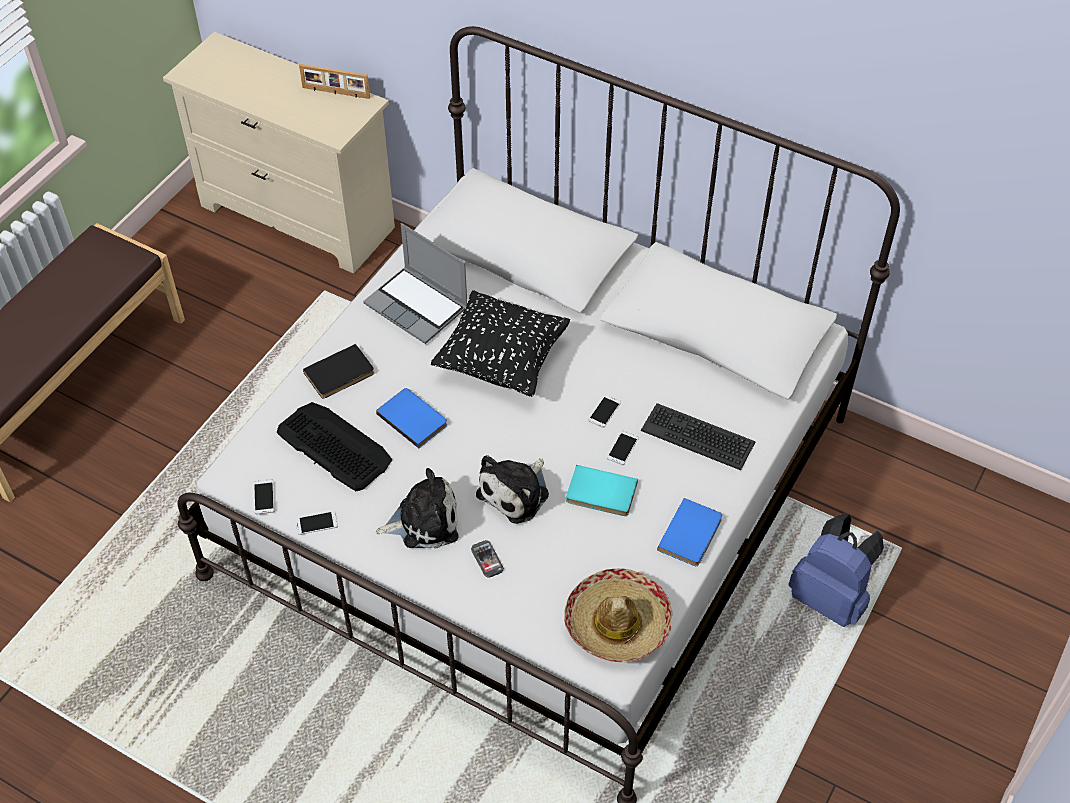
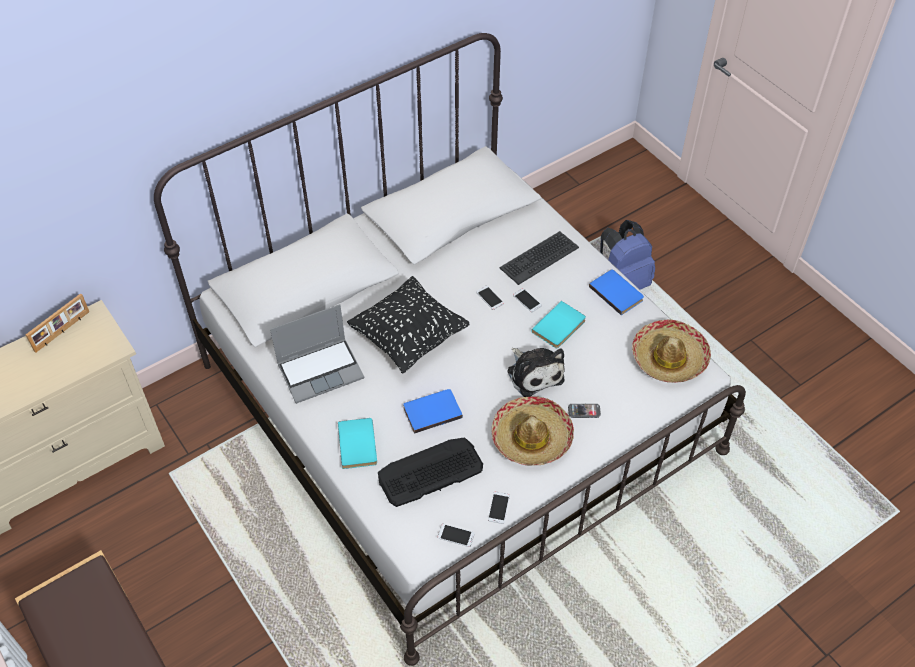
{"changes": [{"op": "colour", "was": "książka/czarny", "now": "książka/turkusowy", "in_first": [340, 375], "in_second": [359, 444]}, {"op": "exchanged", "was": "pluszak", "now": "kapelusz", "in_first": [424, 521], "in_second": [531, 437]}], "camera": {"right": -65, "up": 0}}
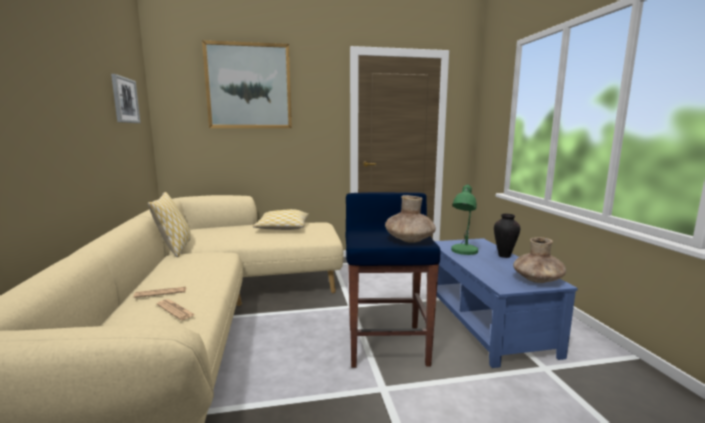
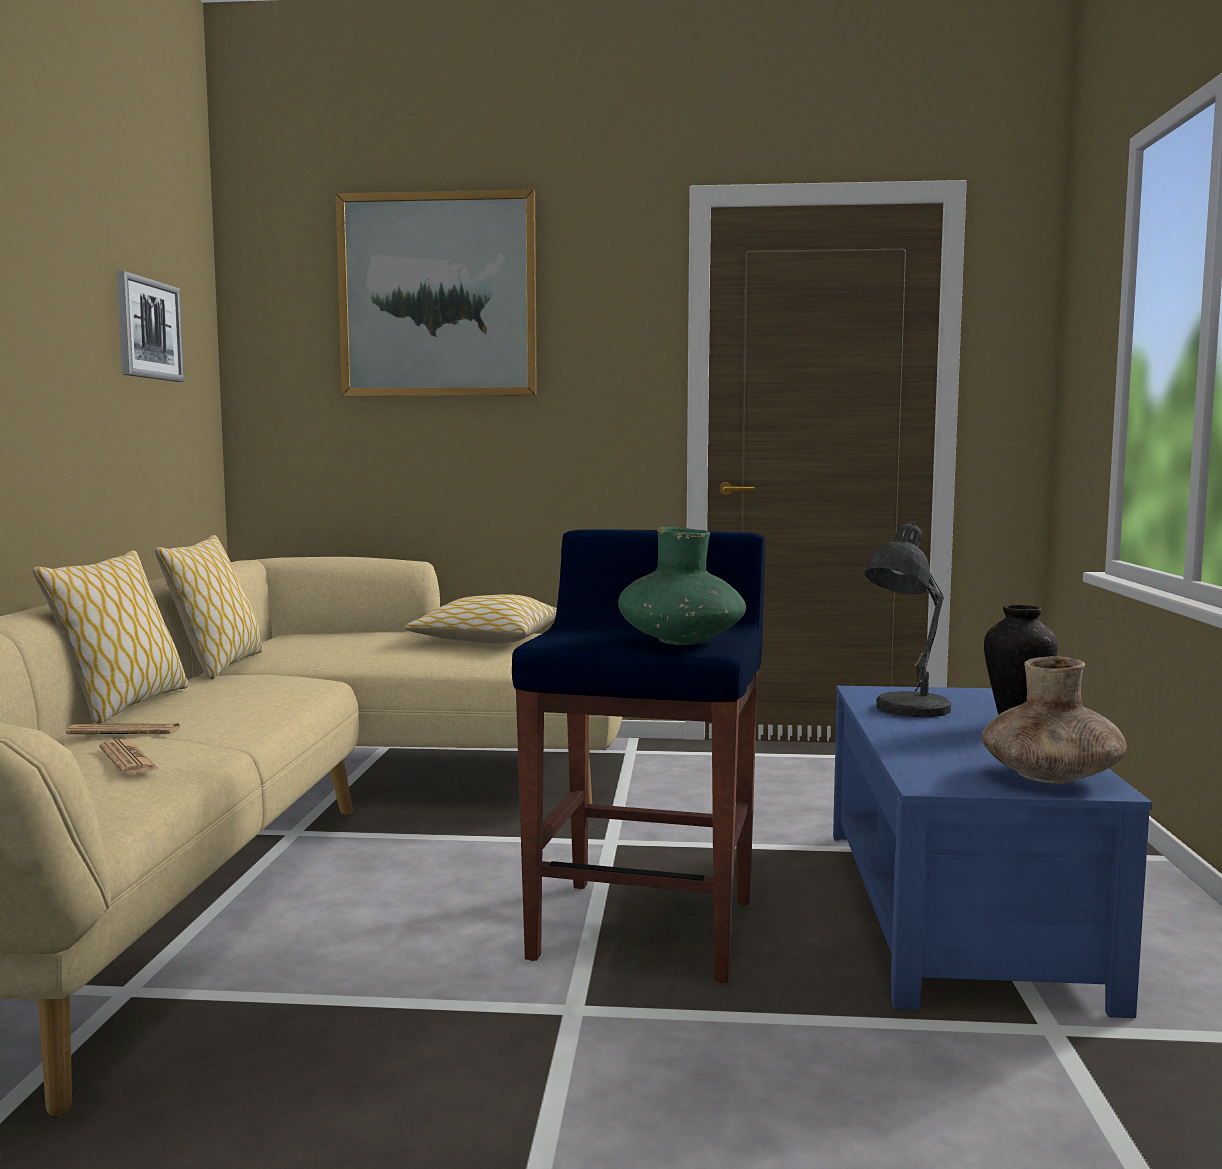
{"changes": [{"op": "appeared", "now": "poduszka", "in_second": [123, 705]}, {"op": "colour", "was": "wazon/brązowy", "now": "wazon/zielony", "in_first": [409, 240], "in_second": [681, 641]}, {"op": "colour", "was": "lampa stołowa/zielony", "now": "lampa stołowa/szary", "in_first": [463, 251], "in_second": [907, 710]}], "camera": {"right": 15, "up": -5}}
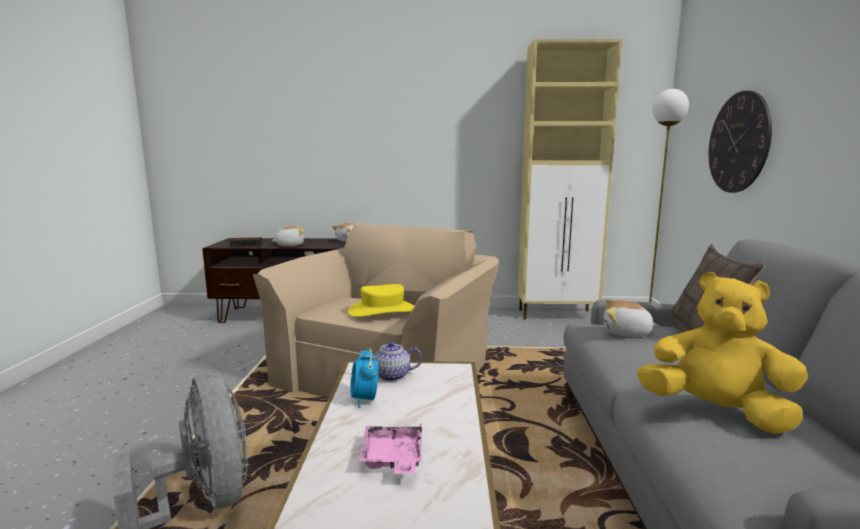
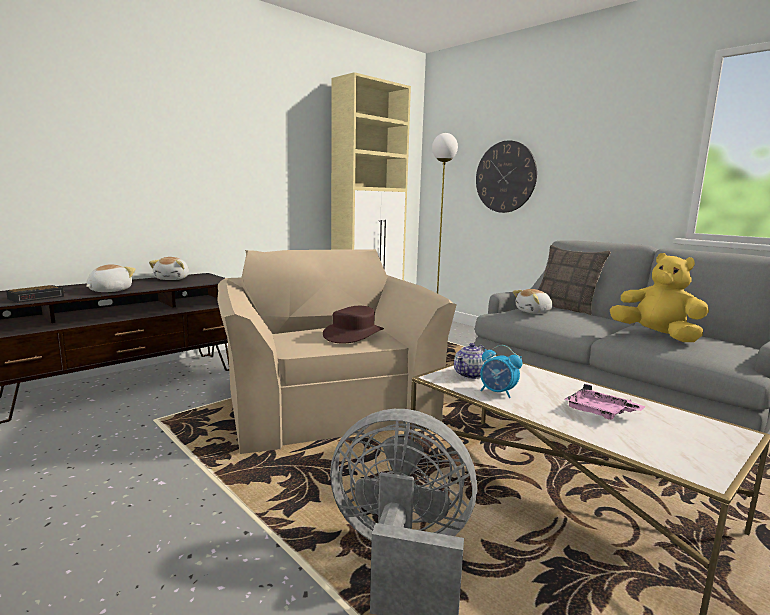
{"changes": [{"op": "colour", "was": "kapelusz/żółty", "now": "kapelusz/brązowy", "in_first": [382, 310], "in_second": [353, 334]}, {"op": "spun", "was": "pluszak/żółty", "in_first": [715, 412], "in_second": [656, 335], "clockwise": 60}], "camera": {"right": -45, "up": 0}}
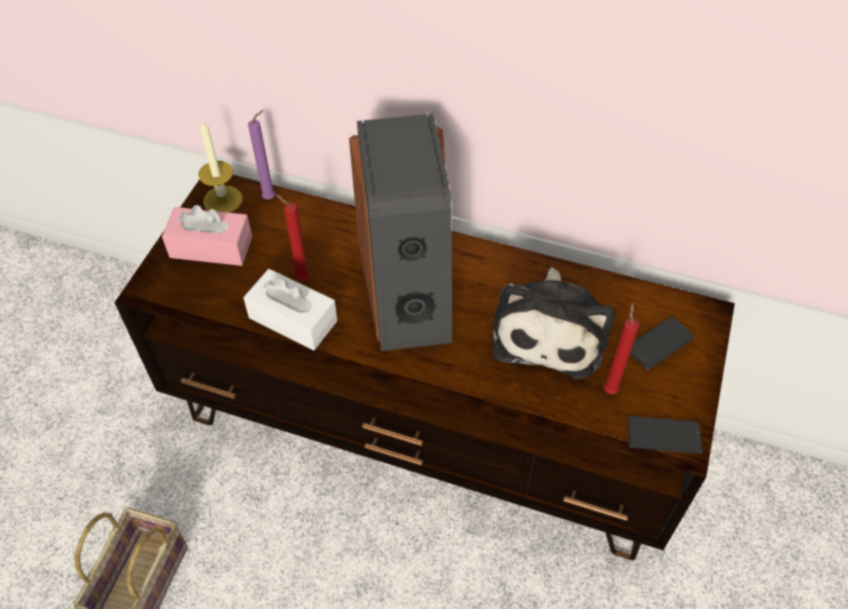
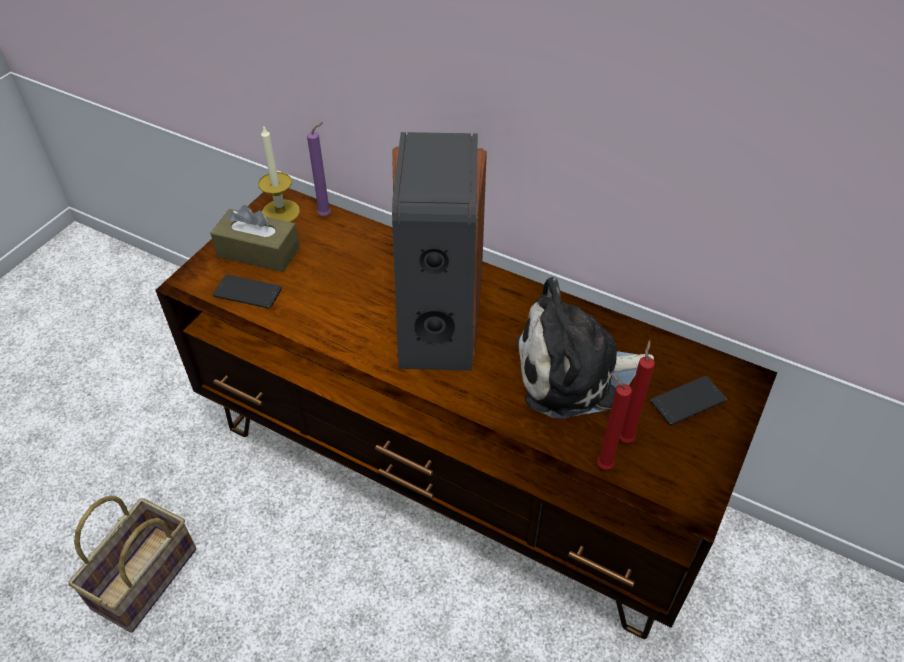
{"changes": [{"op": "colour", "was": "pudełko chusteczek/różowy", "now": "pudełko chusteczek/brązowy", "in_first": [211, 247], "in_second": [258, 252]}, {"op": "relocated", "was": "telefon", "in_first": [664, 435], "in_second": [247, 292]}, {"op": "spun", "was": "pluszak", "in_first": [550, 330], "in_second": [575, 373], "clockwise": 60}, {"op": "relocated", "was": "świeca/czerwony", "in_first": [300, 278], "in_second": [602, 464]}, {"op": "missing", "was": "pudełko chusteczek/biały", "in_first": [293, 319]}], "camera": {"right": 10, "up": -5}}
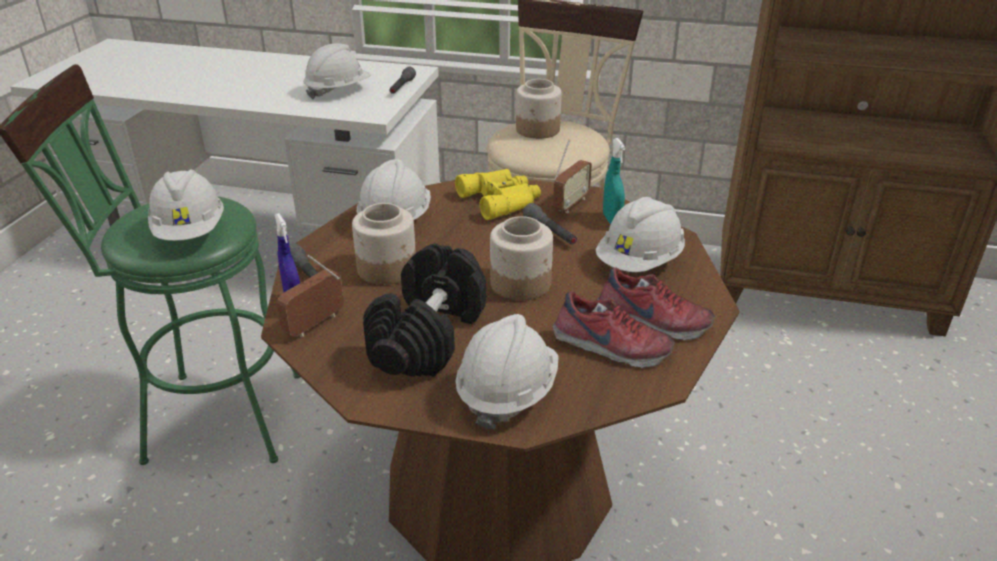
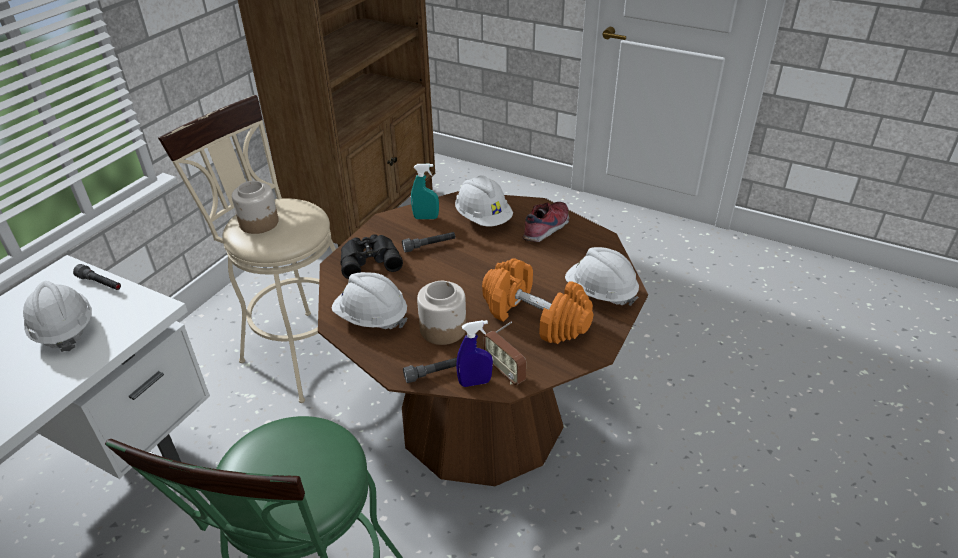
{"changes": [{"op": "colour", "was": "lornetka/żółty", "now": "lornetka/czarny", "in_first": [502, 200], "in_second": [369, 259]}, {"op": "colour", "was": "hantel/czarny", "now": "hantel/pomarańczowy", "in_first": [427, 335], "in_second": [534, 317]}, {"op": "missing", "was": "kask/biały", "in_first": [190, 231]}, {"op": "missing", "was": "słoik", "in_first": [521, 283]}, {"op": "missing", "was": "radio", "in_first": [570, 204]}, {"op": "missing", "was": "but", "in_first": [610, 348]}], "camera": {"right": -75, "up": 5}}
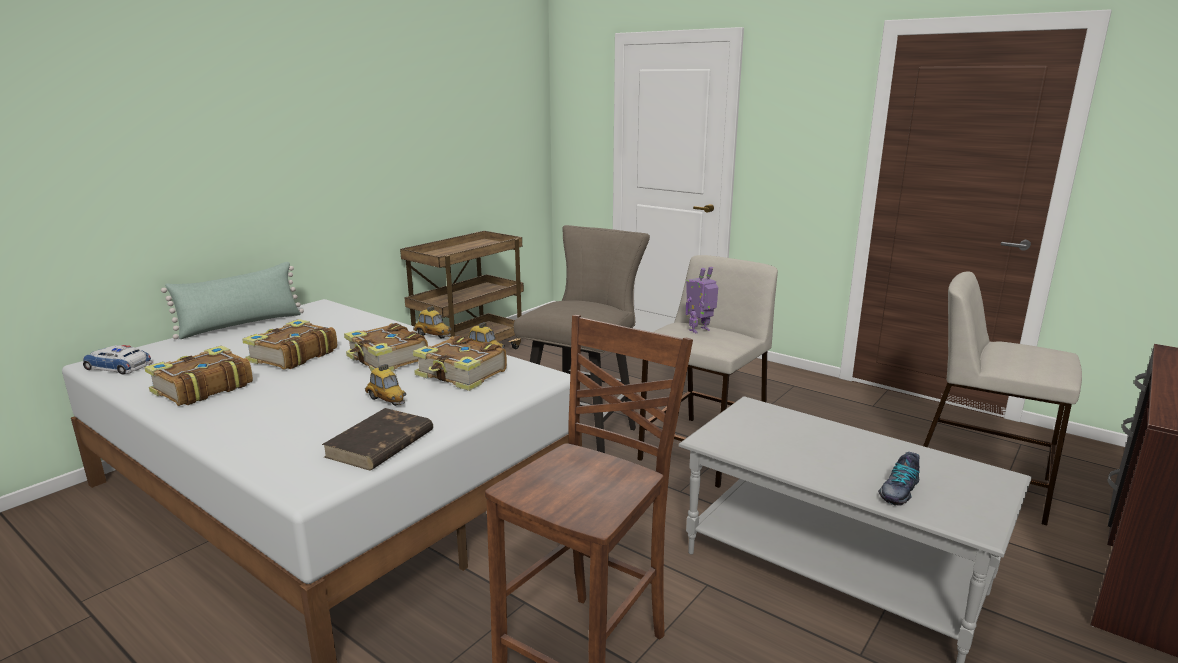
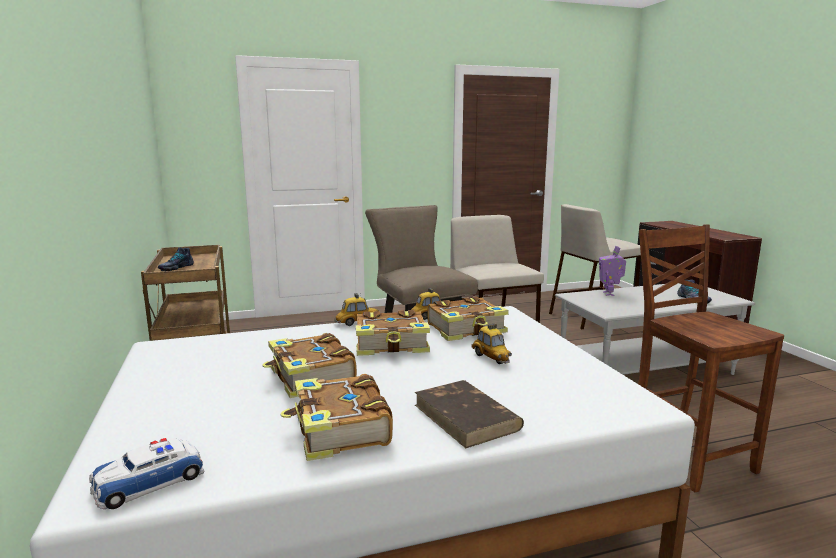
{"changes": [{"op": "appeared", "now": "but", "in_second": [175, 267]}, {"op": "relocated", "was": "książka/brązowy", "in_first": [379, 444], "in_second": [467, 417]}, {"op": "spun", "was": "samochodzik", "in_first": [387, 400], "in_second": [491, 358], "clockwise": 75}, {"op": "relocated", "was": "robot zabawkowy", "in_first": [700, 330], "in_second": [609, 293]}, {"op": "missing", "was": "poduszka/zielony", "in_first": [241, 325]}], "camera": {"right": -55, "up": -5}}
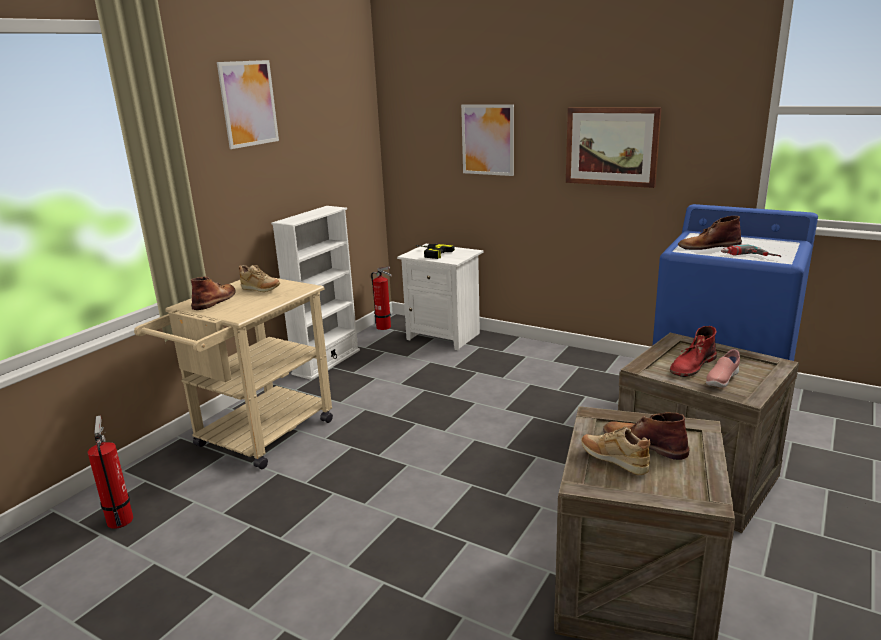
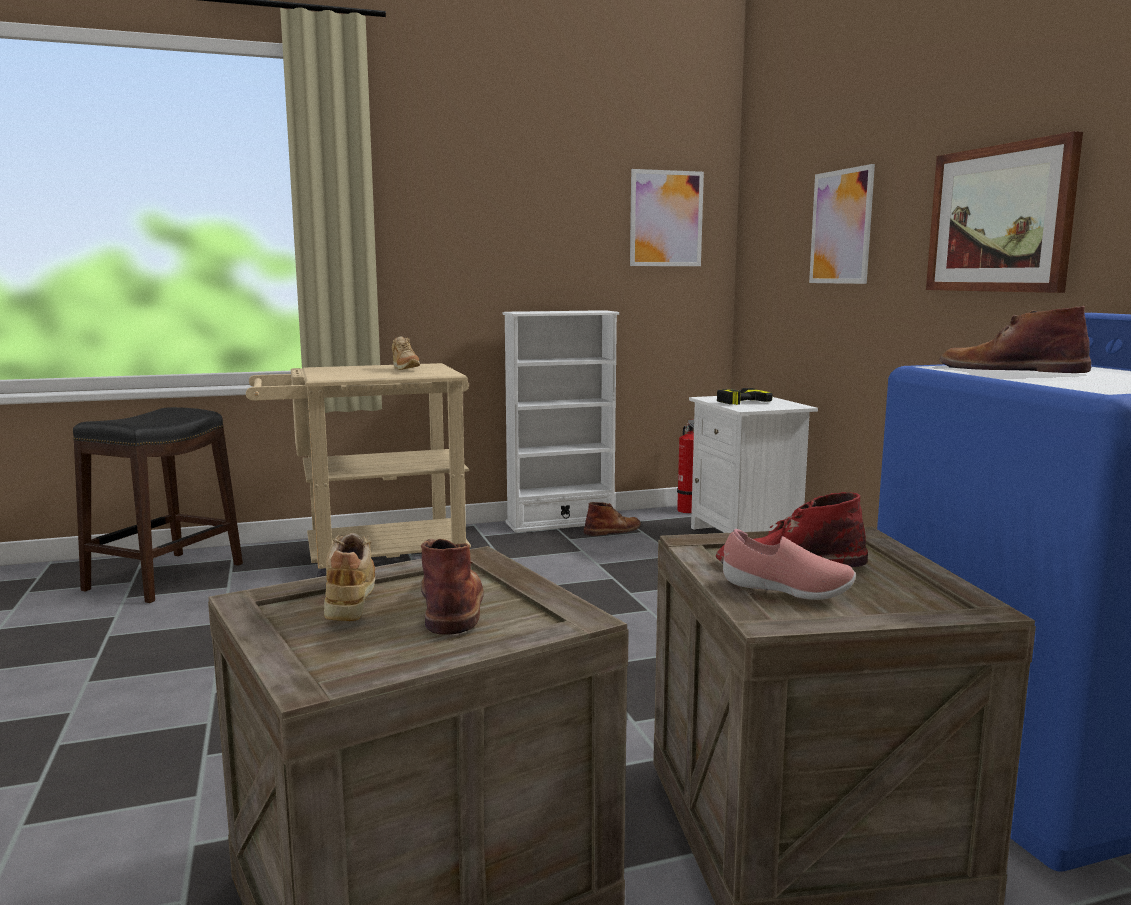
{"changes": [{"op": "exchanged", "was": "gaśnica", "now": "stołek/czarny", "in_first": [120, 518], "in_second": [164, 577]}, {"op": "relocated", "was": "but z cholewką/brązowy", "in_first": [215, 300], "in_second": [613, 530]}, {"op": "relocated", "was": "obraz", "in_first": [248, 103], "in_second": [666, 218]}, {"op": "spun", "was": "but/różowy", "in_first": [721, 380], "in_second": [786, 590], "clockwise": -150}, {"op": "missing", "was": "wiertarka", "in_first": [749, 257]}], "camera": {"right": 40, "up": -10}}
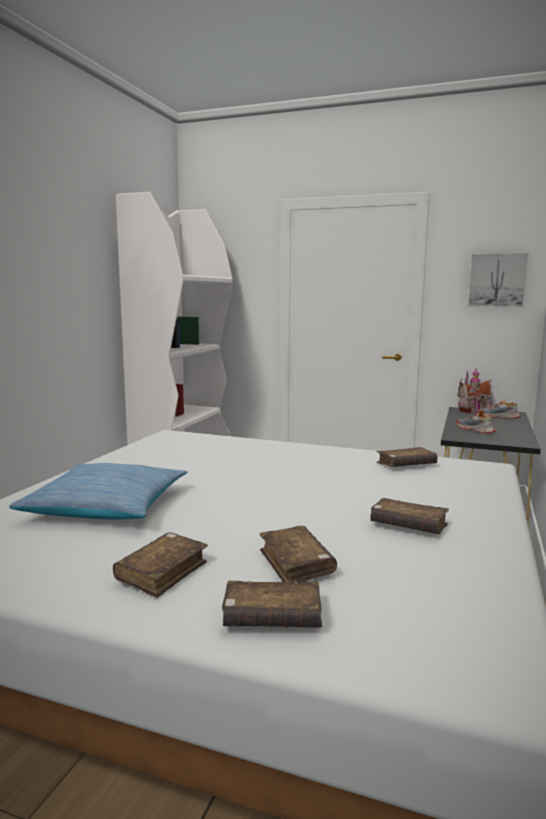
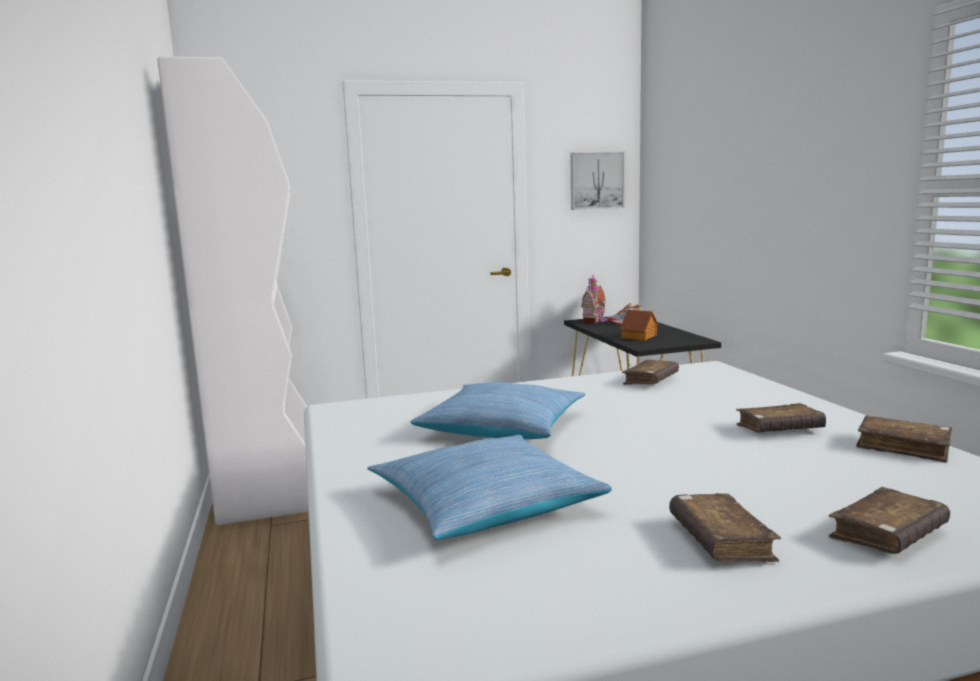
{"changes": [{"op": "appeared", "now": "poduszka", "in_second": [503, 427]}, {"op": "exchanged", "was": "but", "now": "domek", "in_first": [475, 430], "in_second": [639, 337]}, {"op": "relocated", "was": "książka/brązowy", "in_first": [296, 564], "in_second": [903, 447]}], "camera": {"right": -35, "up": 0}}
